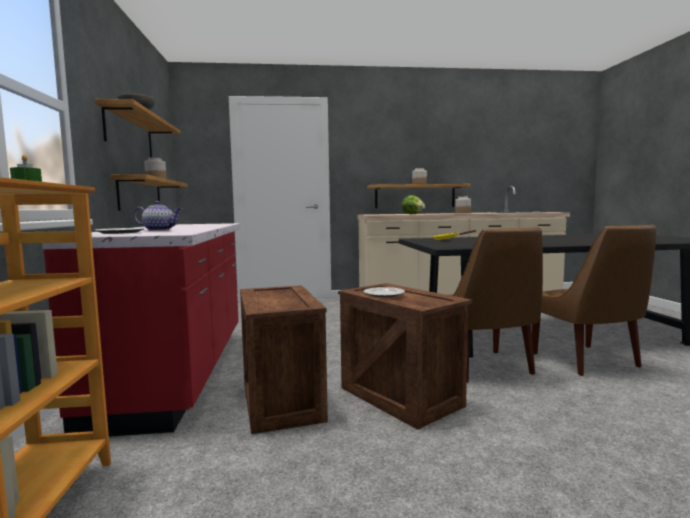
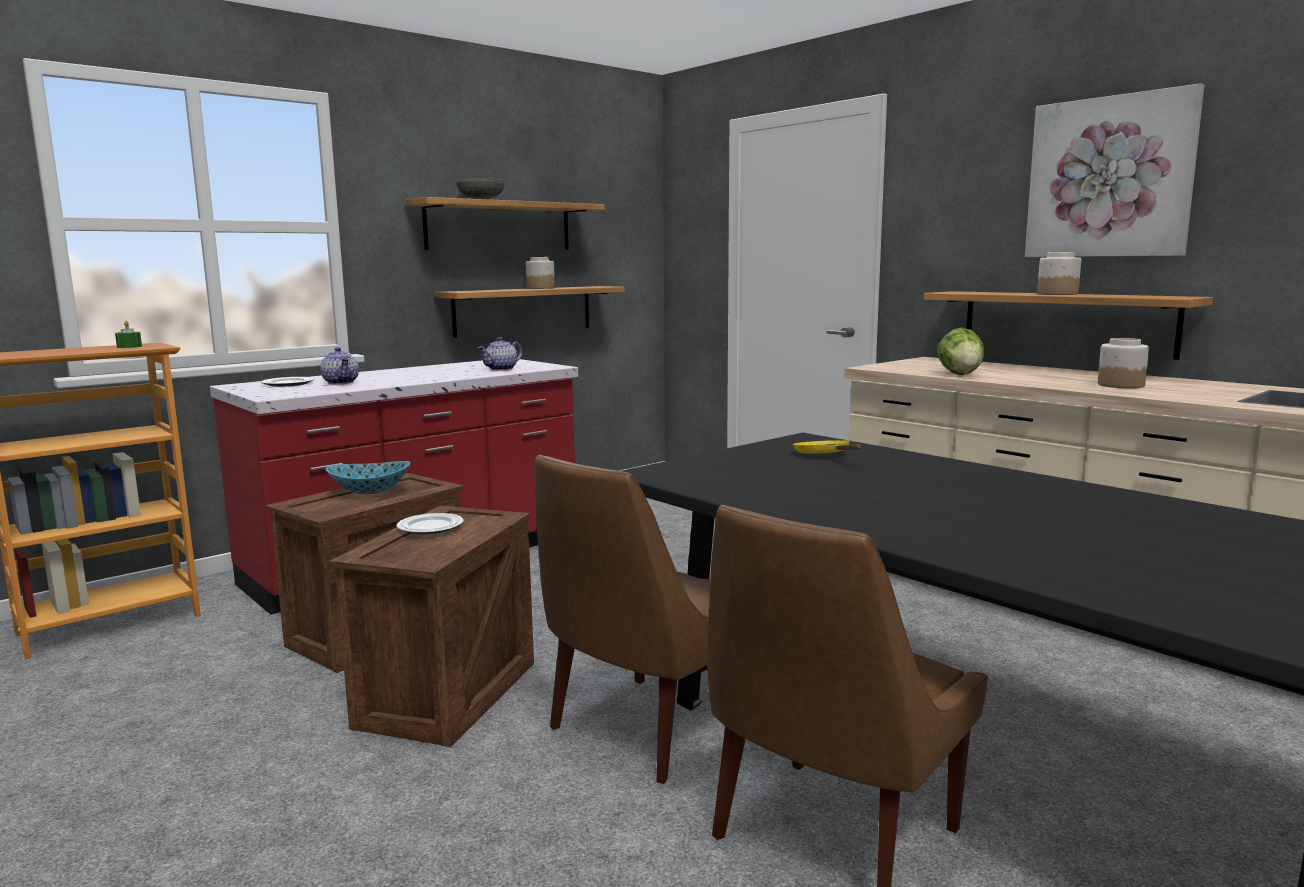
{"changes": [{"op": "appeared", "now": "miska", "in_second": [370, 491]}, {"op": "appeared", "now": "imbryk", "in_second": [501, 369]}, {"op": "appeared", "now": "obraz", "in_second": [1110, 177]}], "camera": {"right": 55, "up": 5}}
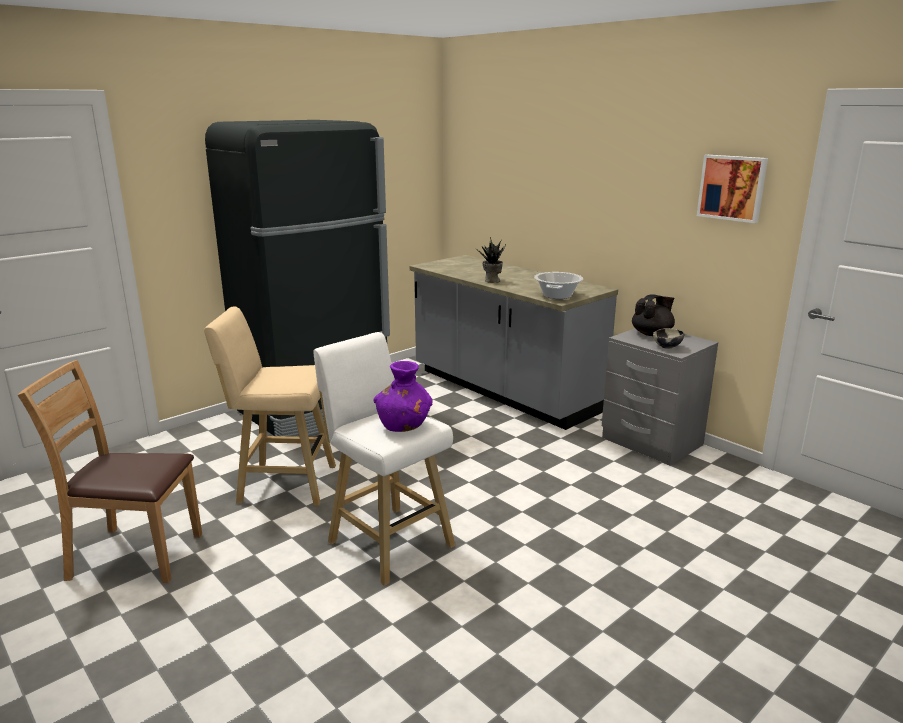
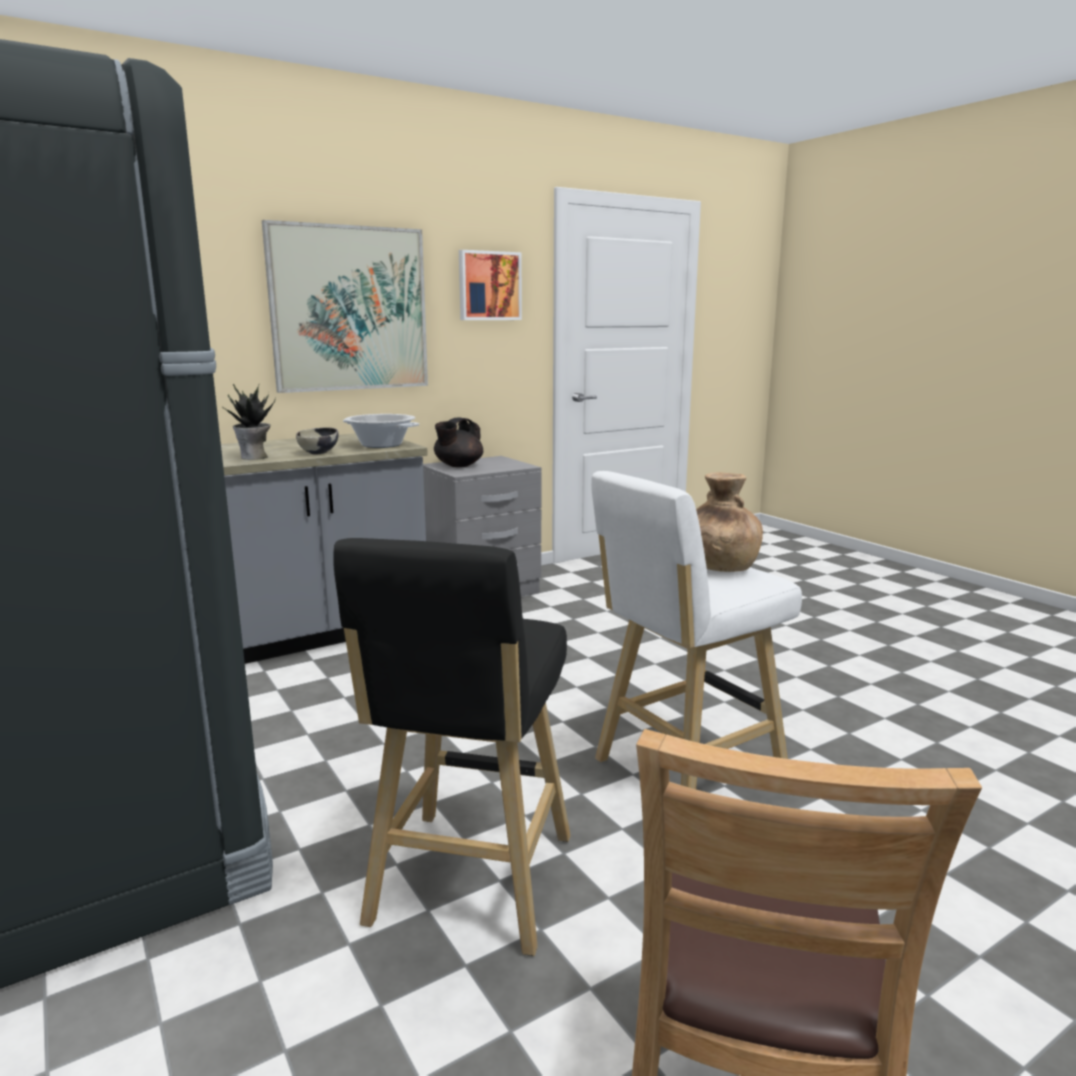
{"changes": [{"op": "appeared", "now": "obraz", "in_second": [349, 309]}, {"op": "relocated", "was": "miska", "in_first": [667, 347], "in_second": [319, 453]}, {"op": "colour", "was": "stołek/beżowy", "now": "stołek/czarny", "in_first": [283, 484], "in_second": [468, 886]}, {"op": "spun", "was": "imbryk/czarny", "in_first": [652, 334], "in_second": [458, 465], "clockwise": -120}, {"op": "colour", "was": "wazon/fioletowy", "now": "wazon/brązowy", "in_first": [404, 425], "in_second": [720, 566]}], "camera": {"right": -80, "up": -5}}
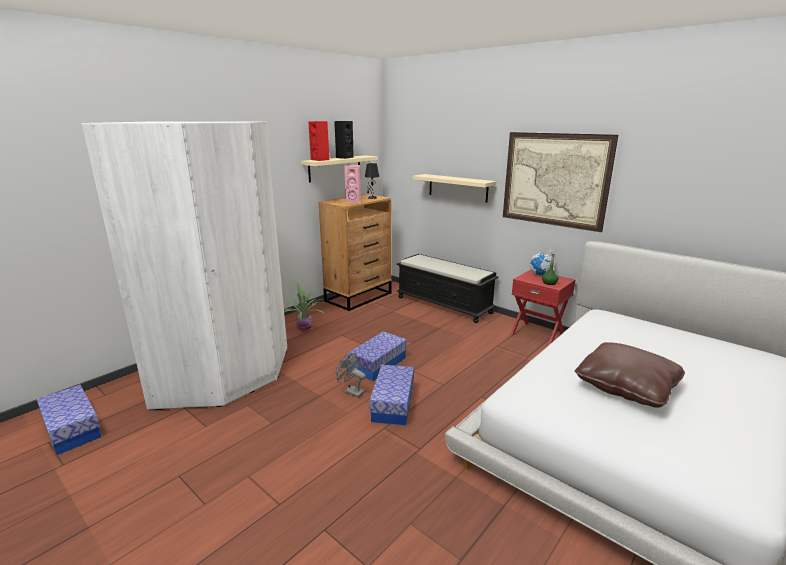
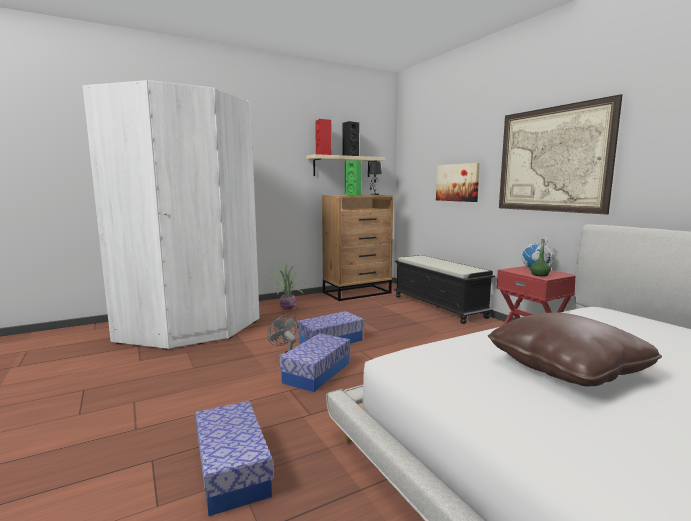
{"changes": [{"op": "relocated", "was": "pojemnik do przechowywania", "in_first": [72, 429], "in_second": [232, 470]}, {"op": "colour", "was": "głośnik/różowy", "now": "głośnik/zielony", "in_first": [354, 201], "in_second": [353, 195]}, {"op": "exchanged", "was": "półka/beżowy", "now": "obraz", "in_first": [457, 187], "in_second": [457, 182]}], "camera": {"right": 20, "up": -10}}
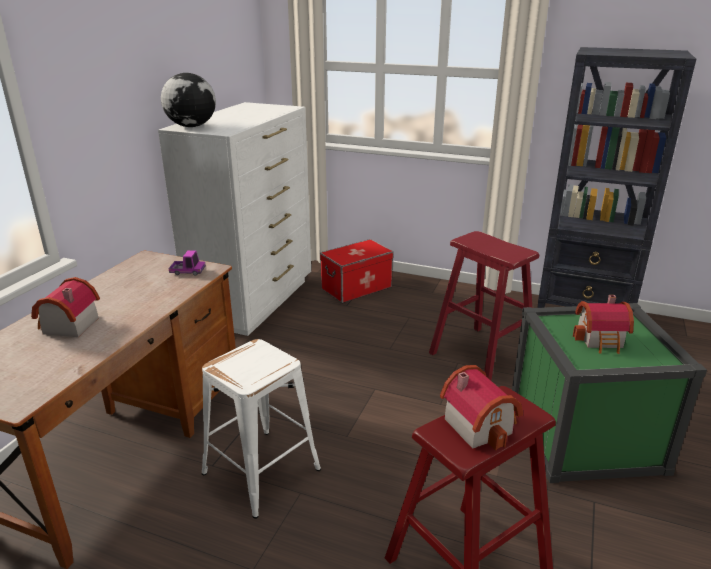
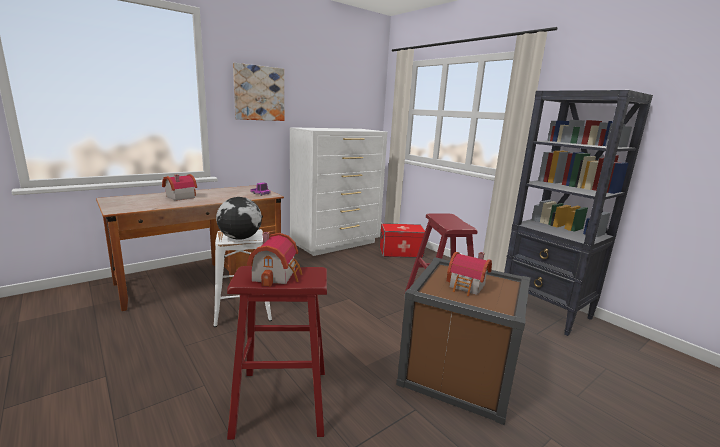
{"changes": [{"op": "relocated", "was": "globus", "in_first": [191, 126], "in_second": [240, 238]}, {"op": "appeared", "now": "obraz", "in_second": [259, 93]}, {"op": "colour", "was": "pojemnik do przechowywania/zielony", "now": "pojemnik do przechowywania/brązowy", "in_first": [584, 436], "in_second": [458, 372]}], "camera": {"right": 30, "up": -10}}
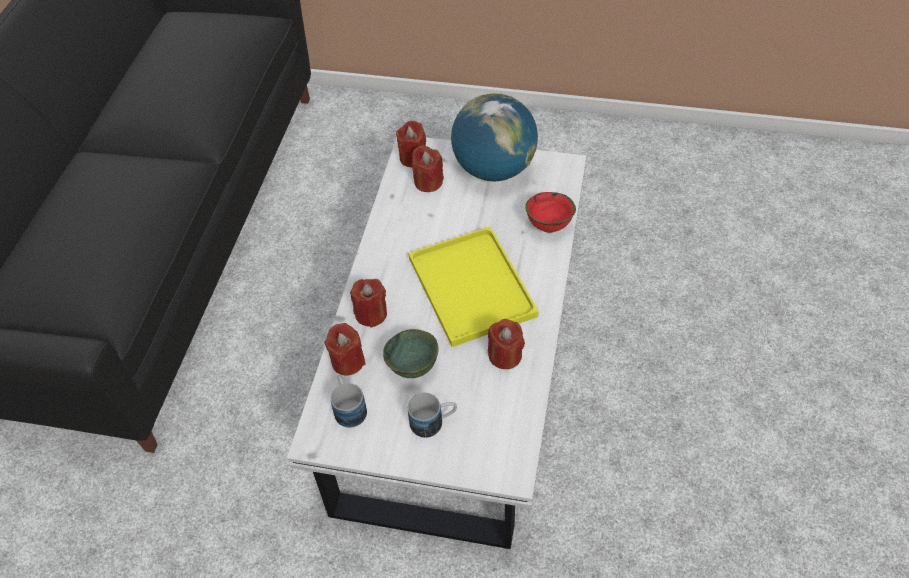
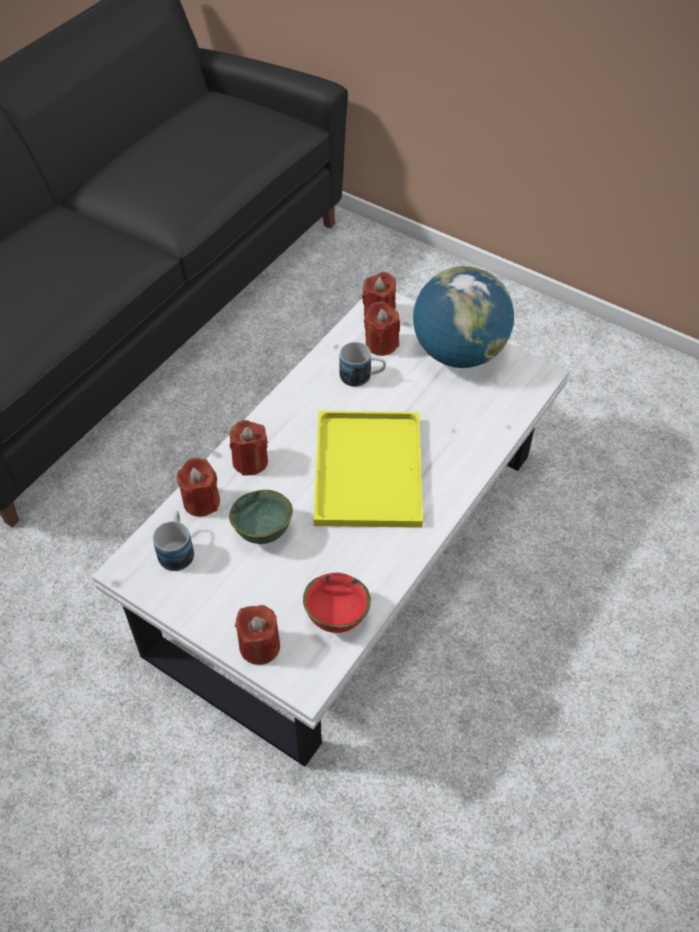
{"changes": [{"op": "relocated", "was": "świeca/czerwony", "in_first": [505, 355], "in_second": [259, 646]}, {"op": "relocated", "was": "miska/czerwony", "in_first": [548, 226], "in_second": [335, 618]}, {"op": "relocated", "was": "kubek", "in_first": [433, 422], "in_second": [362, 377]}], "camera": {"right": 20, "up": 0}}
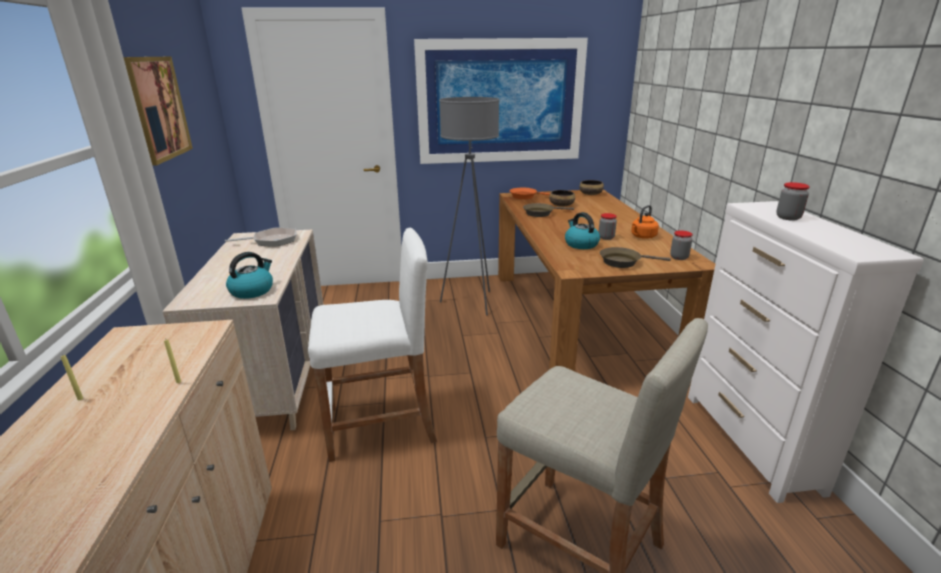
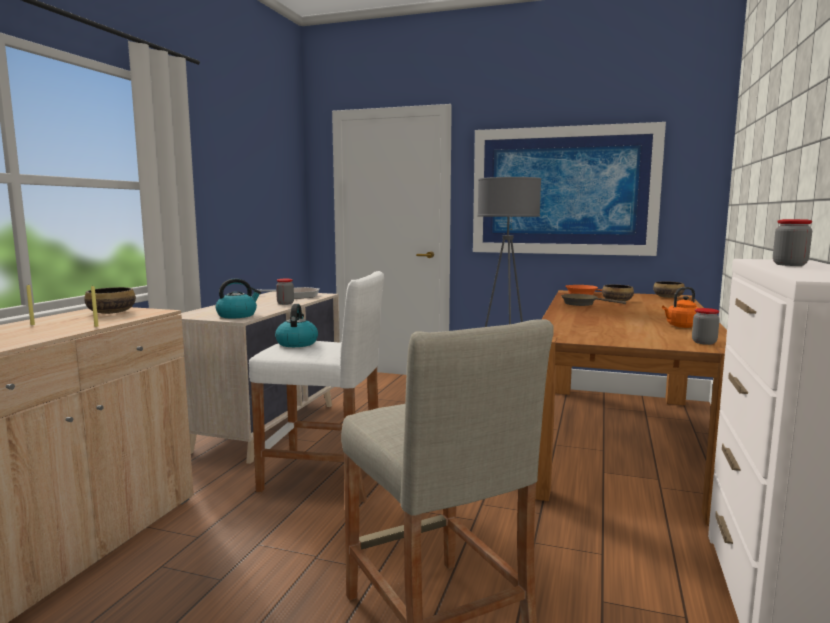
{"changes": [{"op": "appeared", "now": "miska", "in_second": [112, 312]}, {"op": "relocated", "was": "czajnik", "in_first": [580, 244], "in_second": [297, 343]}, {"op": "relocated", "was": "słoik", "in_first": [606, 237], "in_second": [285, 303]}, {"op": "missing", "was": "obraz", "in_first": [156, 108]}, {"op": "missing", "was": "patelnia/brązowy", "in_first": [623, 262]}], "camera": {"right": 25, "up": -15}}
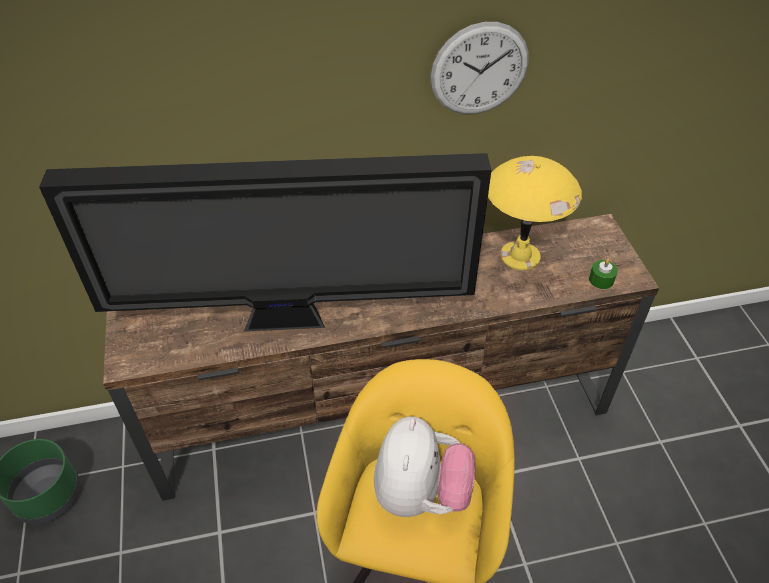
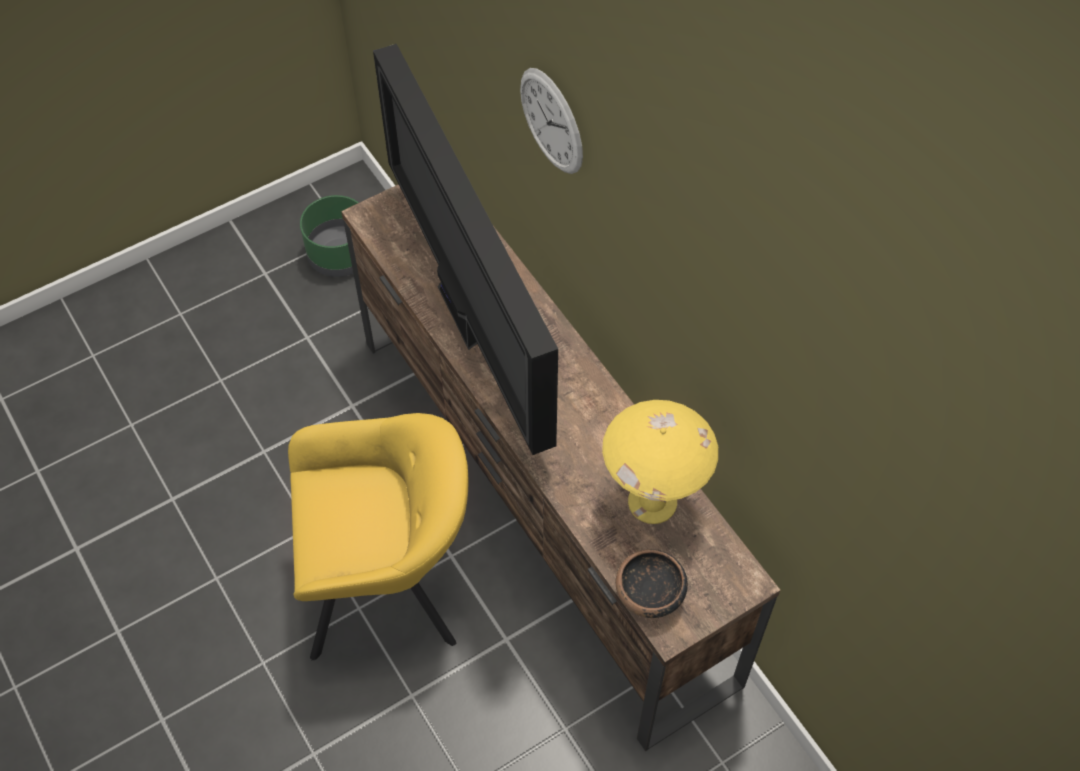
{"changes": [{"op": "relocated", "was": "zegar ścienny", "in_first": [479, 69], "in_second": [551, 121]}, {"op": "exchanged", "was": "świeca/zielony", "now": "miska", "in_first": [601, 280], "in_second": [649, 595]}, {"op": "missing", "was": "pluszak", "in_first": [420, 493]}], "camera": {"right": 70, "up": 10}}
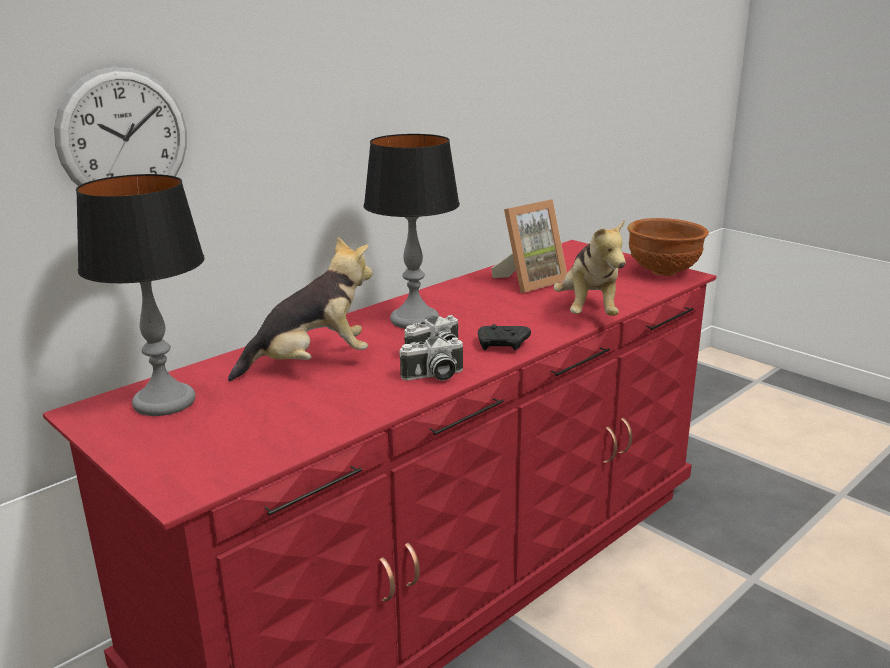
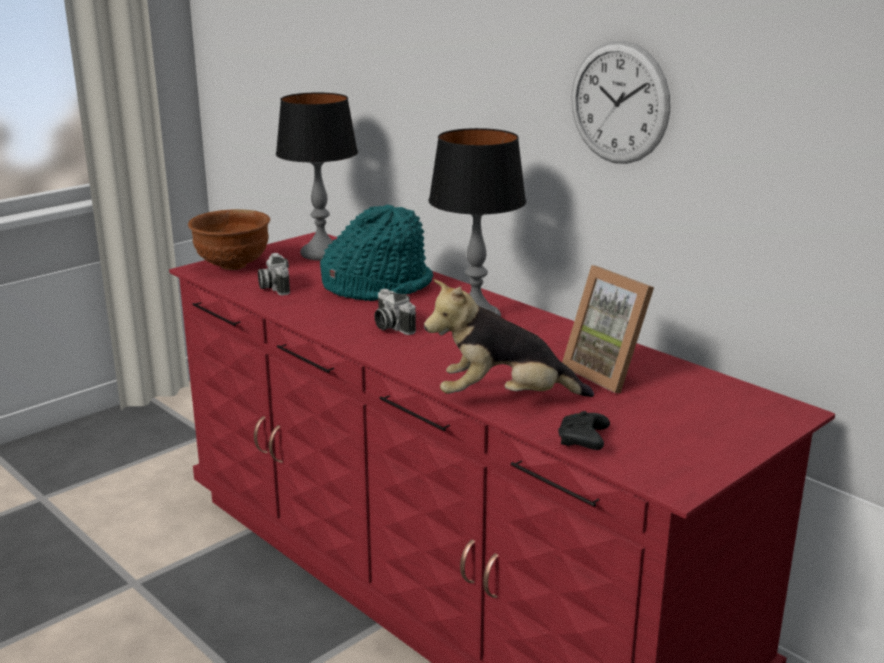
{"changes": [{"op": "relocated", "was": "miska/brązowy", "in_first": [664, 272], "in_second": [232, 266]}, {"op": "relocated", "was": "aparat fotograficzny", "in_first": [433, 376], "in_second": [273, 286]}, {"op": "exchanged", "was": "pluszak", "now": "kapelusz/turkusowy", "in_first": [311, 363], "in_second": [377, 286]}, {"op": "relocated", "was": "pad do gier/czarny", "in_first": [503, 345], "in_second": [583, 441]}, {"op": "relocated", "was": "zegar ścienny", "in_first": [123, 137], "in_second": [619, 103]}], "camera": {"right": 90, "up": 0}}
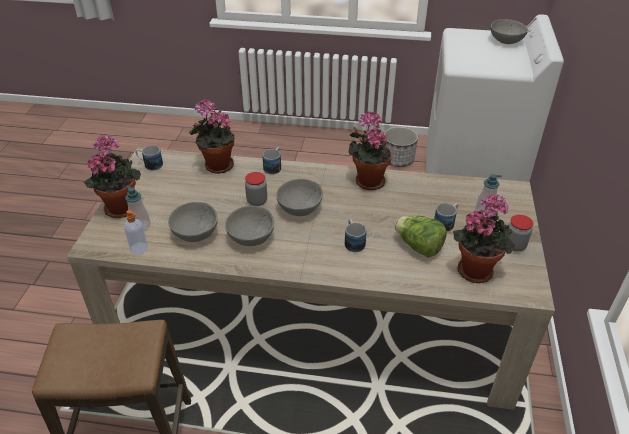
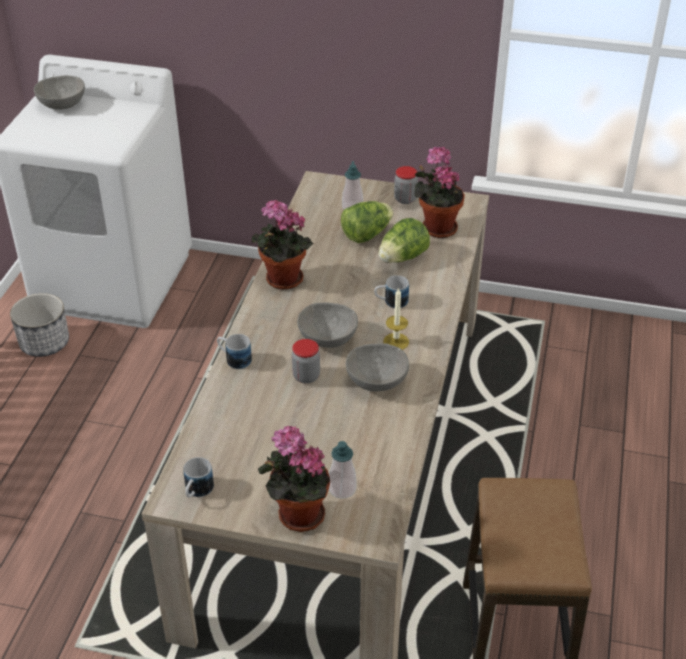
{"changes": [{"op": "exchanged", "was": "kubek", "now": "sałata", "in_first": [446, 223], "in_second": [366, 234]}, {"op": "appeared", "now": "świeca", "in_second": [396, 341]}, {"op": "missing", "was": "dozownik mydła", "in_first": [139, 248]}, {"op": "missing", "was": "miska/szary", "in_first": [195, 233]}, {"op": "missing", "was": "roślina doniczkowa", "in_first": [216, 166]}], "camera": {"right": -85, "up": 0}}
